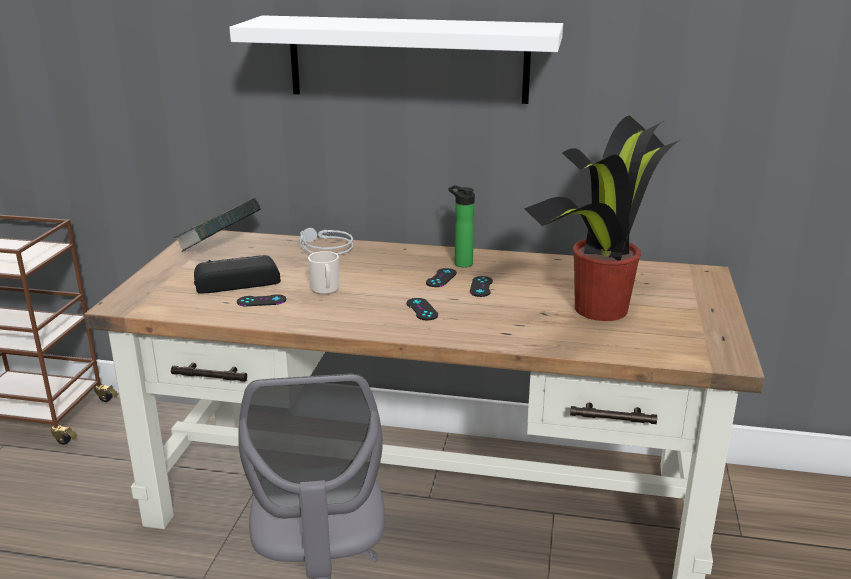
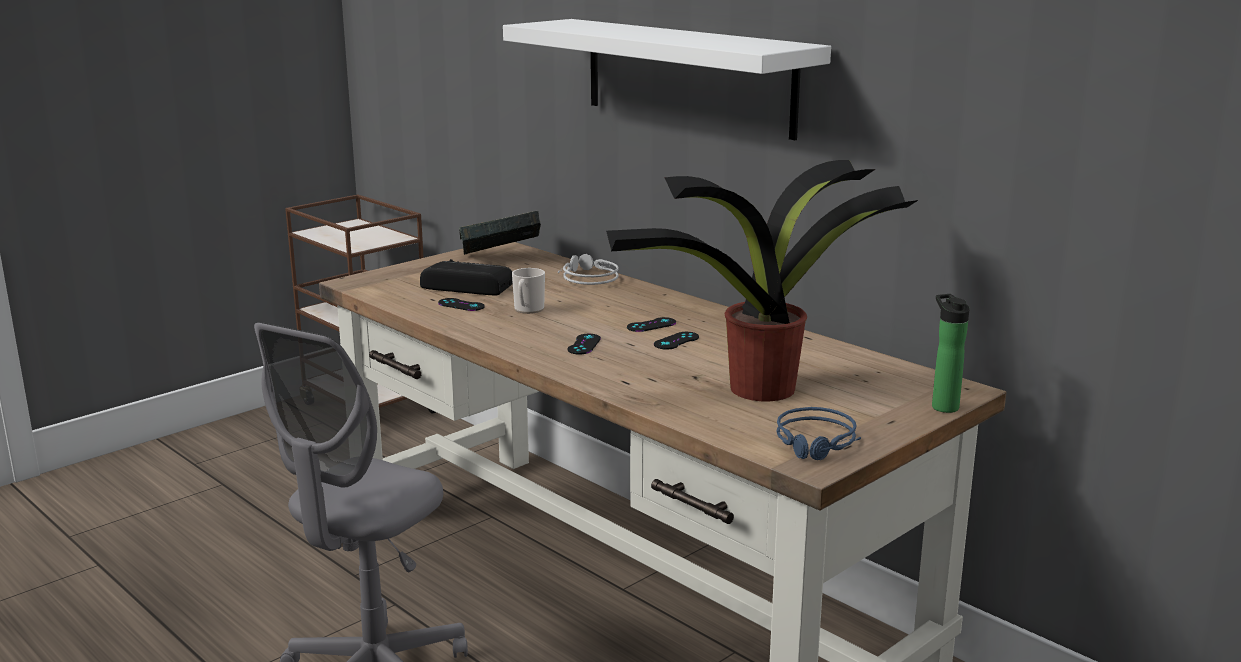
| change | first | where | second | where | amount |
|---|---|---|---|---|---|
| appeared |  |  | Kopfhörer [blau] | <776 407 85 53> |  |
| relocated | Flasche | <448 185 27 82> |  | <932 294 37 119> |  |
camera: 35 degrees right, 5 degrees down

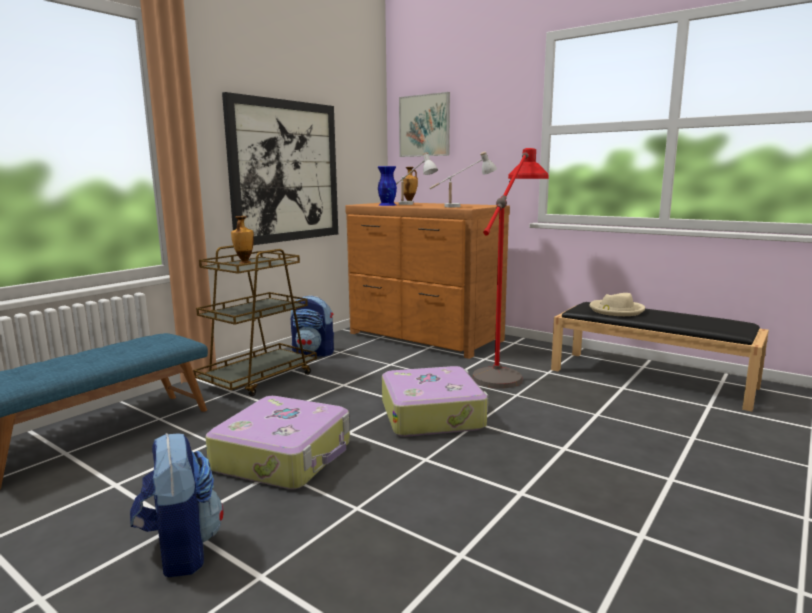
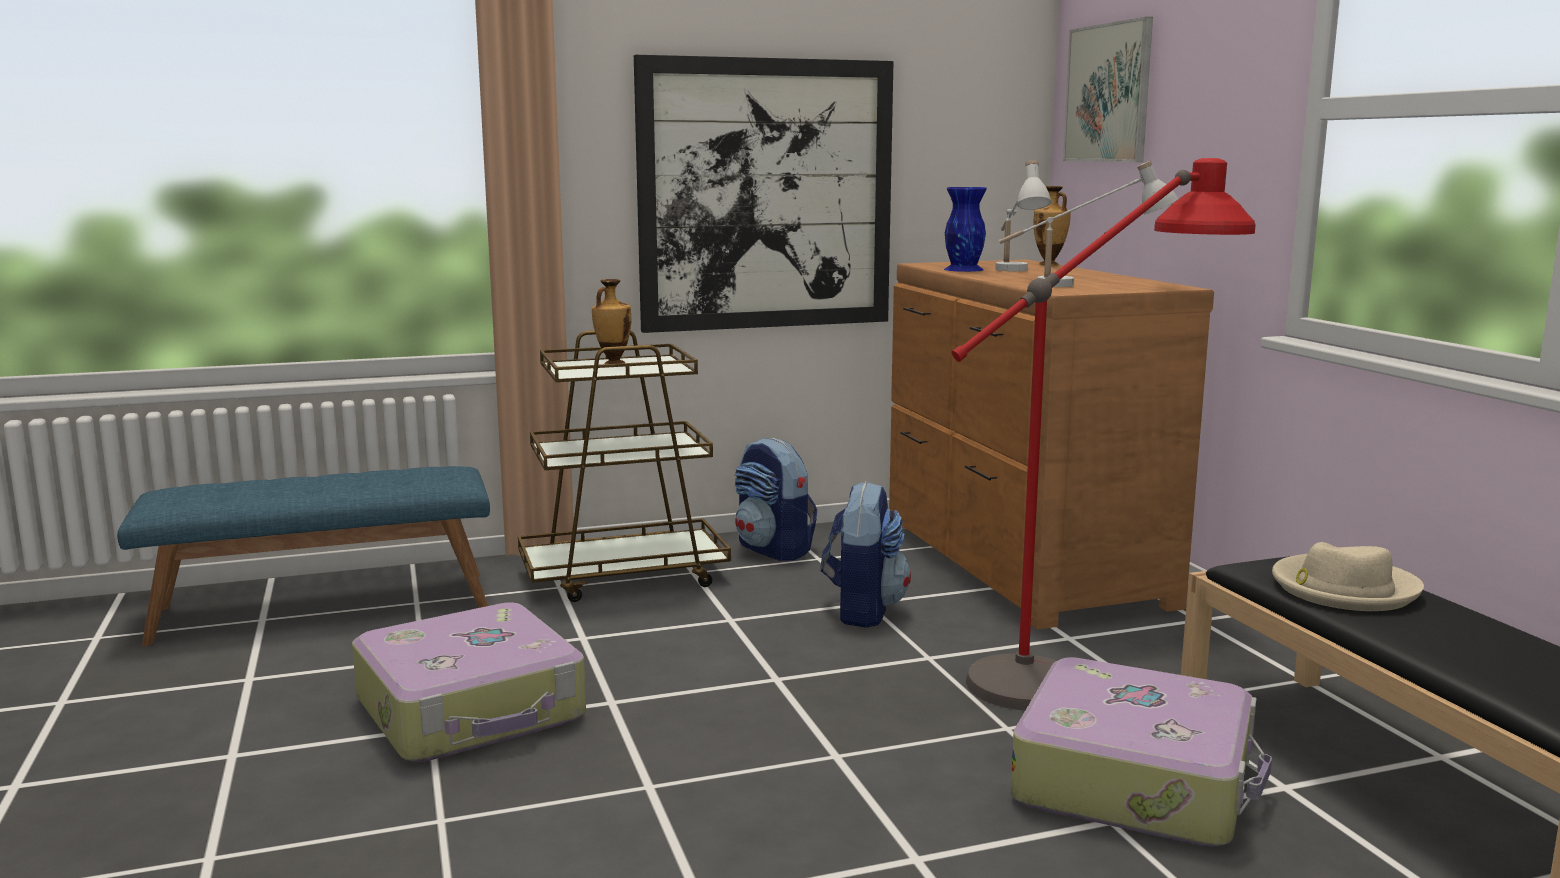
| change | first | where | second | where | amount |
|---|---|---|---|---|---|
| relocated | Rucksack | <130 433 94 144> |  | <821 481 90 147> |  |
| relocated | Koffer | <382 366 106 71> |  | <1011 657 261 190> |  |
camera: 35 degrees right, 0 degrees up

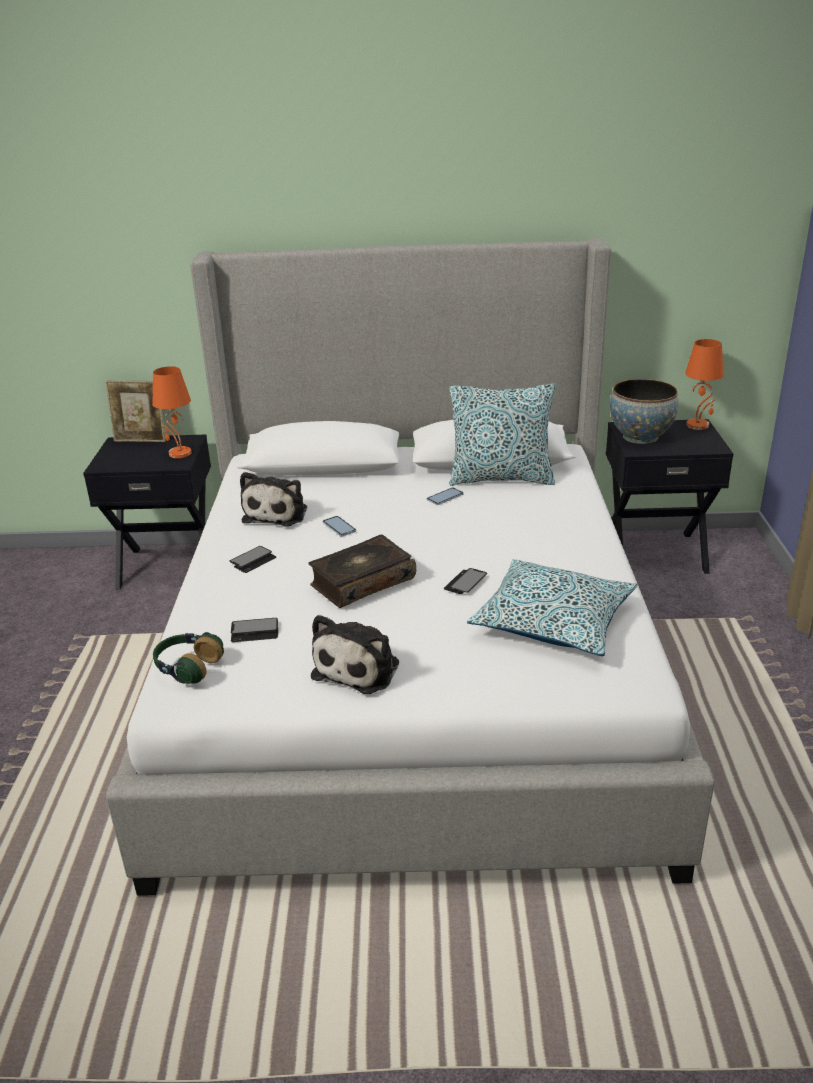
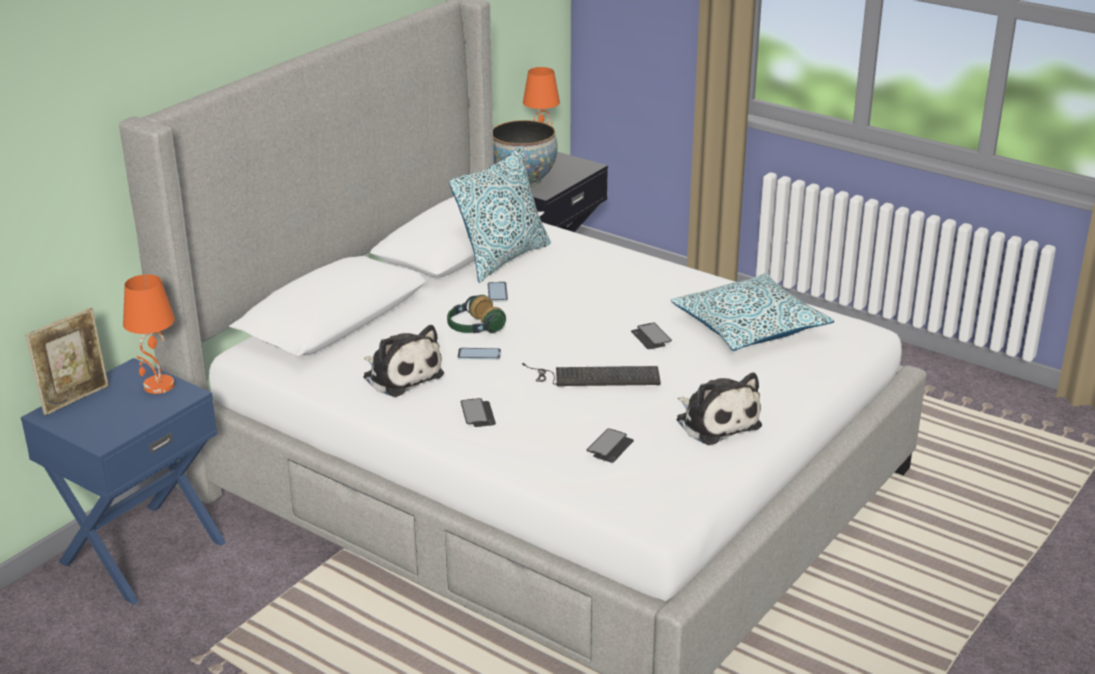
| change | first | where | second | where | amount |
|---|---|---|---|---|---|
| colour | Nachttisch [schwarz] | <83 435 128 155> | Nachttisch [blau] | <21 358 205 247> |  |
| relocated | Kopfhörer | <153 632 71 52> |  | <447 295 59 38> |  |
| exchanged | Buch | <308 535 108 73> | Tastatur | <522 363 139 23> |  |
camera: 55 degrees left, 0 degrees up

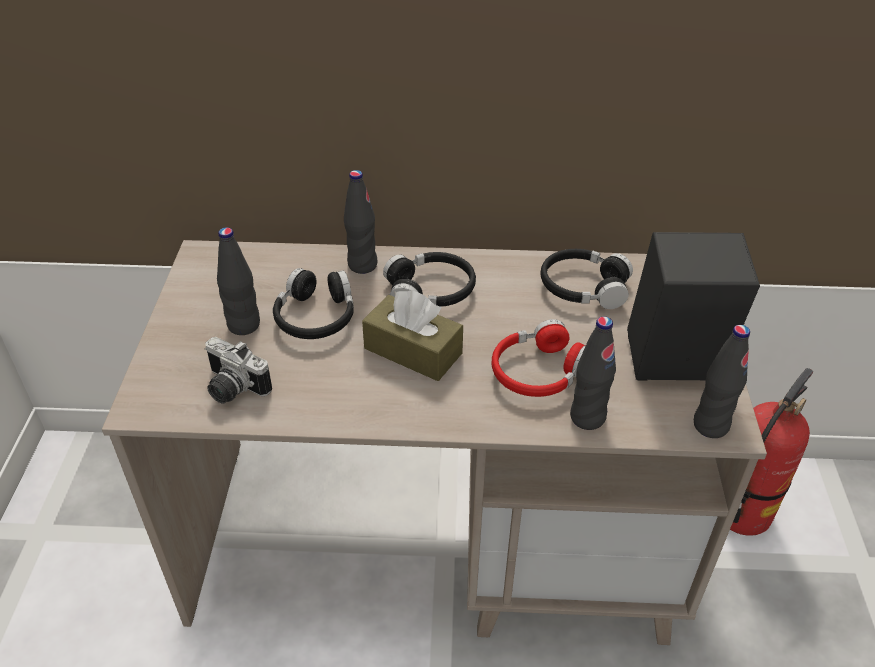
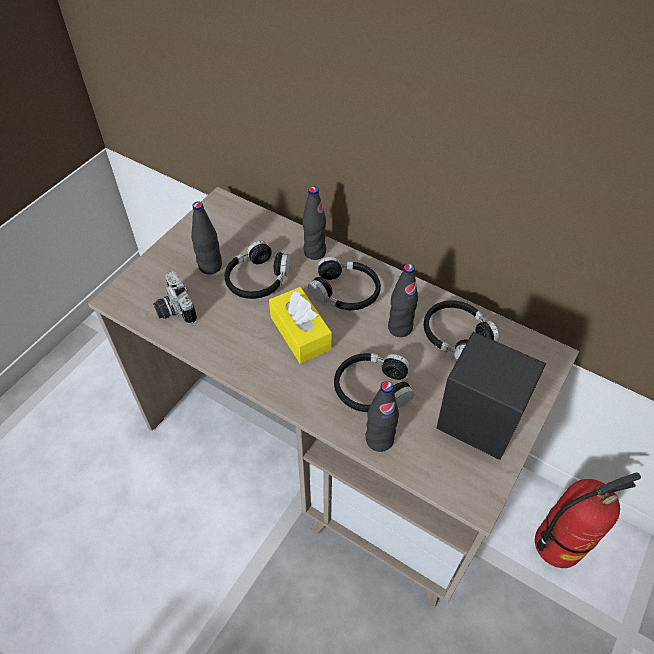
| change | first | where | second | where | amount |
|---|---|---|---|---|---|
| colour | Taschentuchbox [braun] | <362 290 101 91> | Taschentuchbox [gelb] | <269 287 63 77> |  |
| colour | Kopfhörer [rot] | <492 319 93 78> | Kopfhörer [schwarz] | <334 353 80 59> |  |
| relocated | Flasche [schwarz] | <694 325 56 113> |  | <388 264 30 73> |  |
camera: 30 degrees right, 10 degrees up

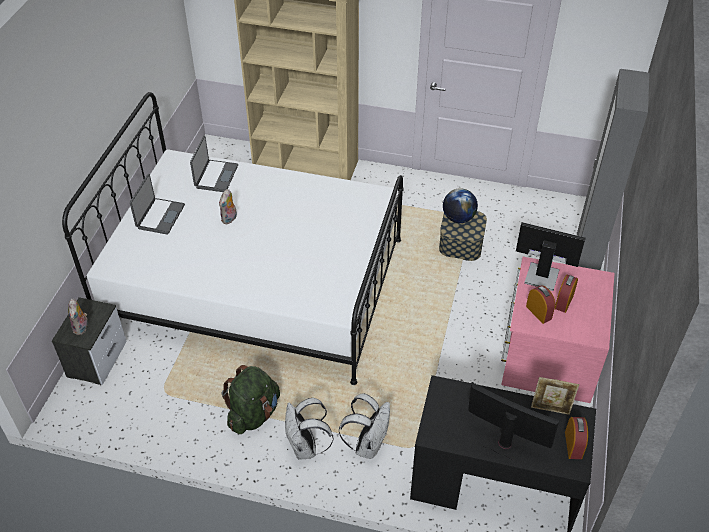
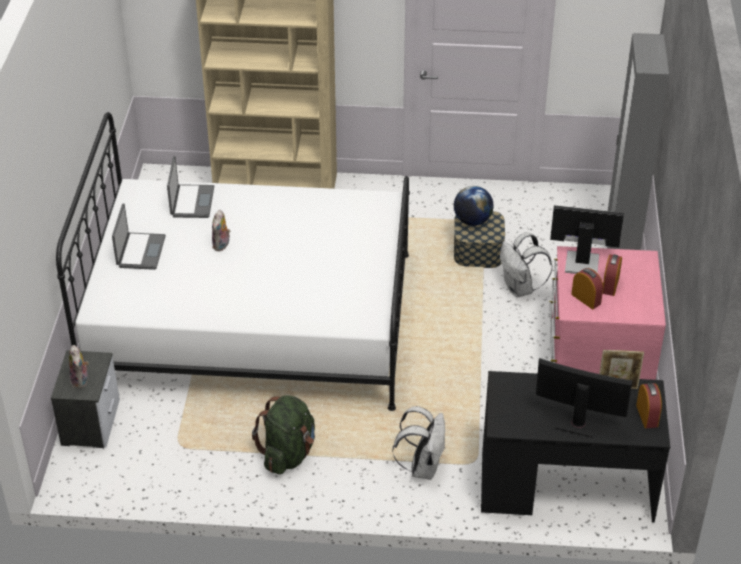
| change | first | where | second | where | amount |
|---|---|---|---|---|---|
| relocated | Rucksack [weiß] | <285 398 49 62> |  | <500 232 53 65> |  |
camera: 10 degrees left, 5 degrees down

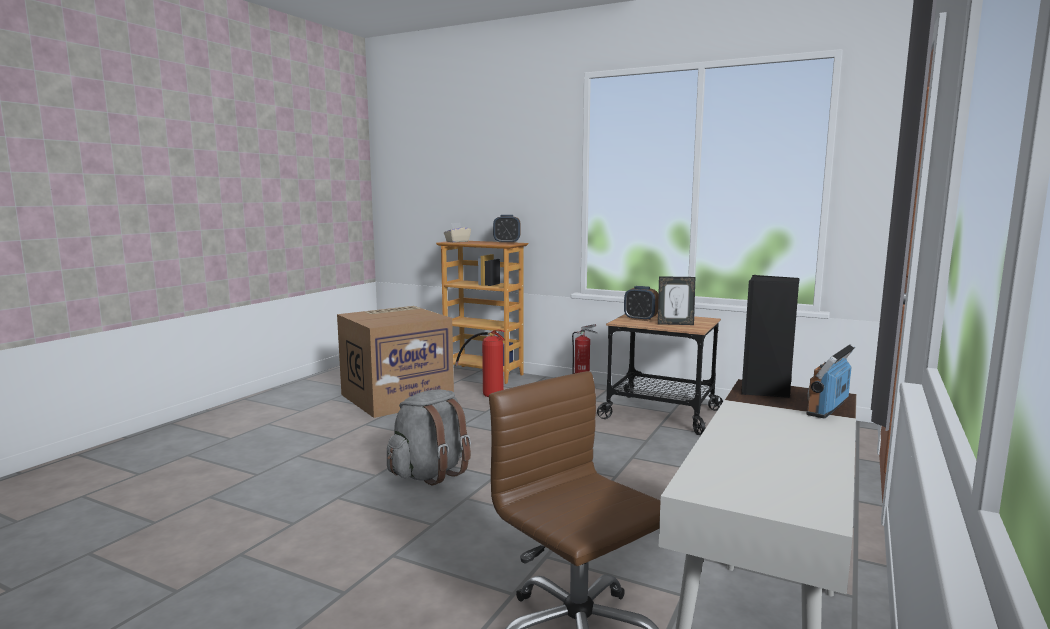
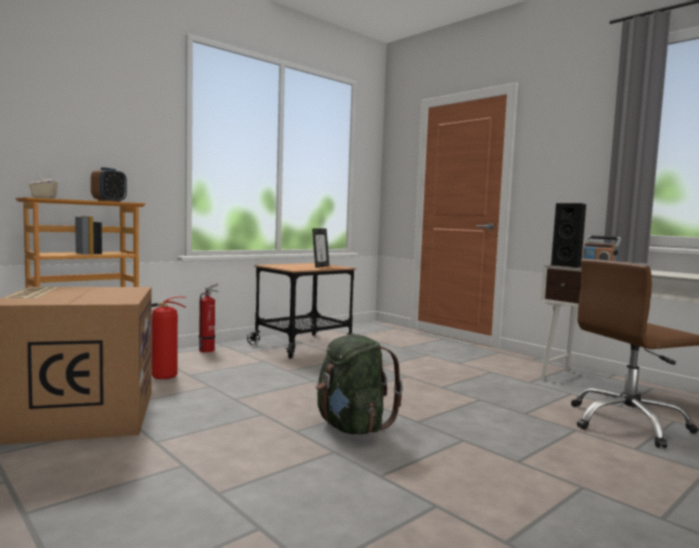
| change | first | where | second | where | amount |
|---|---|---|---|---|---|
| colour | Rucksack [grau] | <387 389 84 96> | Rucksack [grün] | <316 334 87 101> |  |
| missing | Wecker | <624 286 34 35> |  |  |  |
camera: 70 degrees left, 5 degrees down

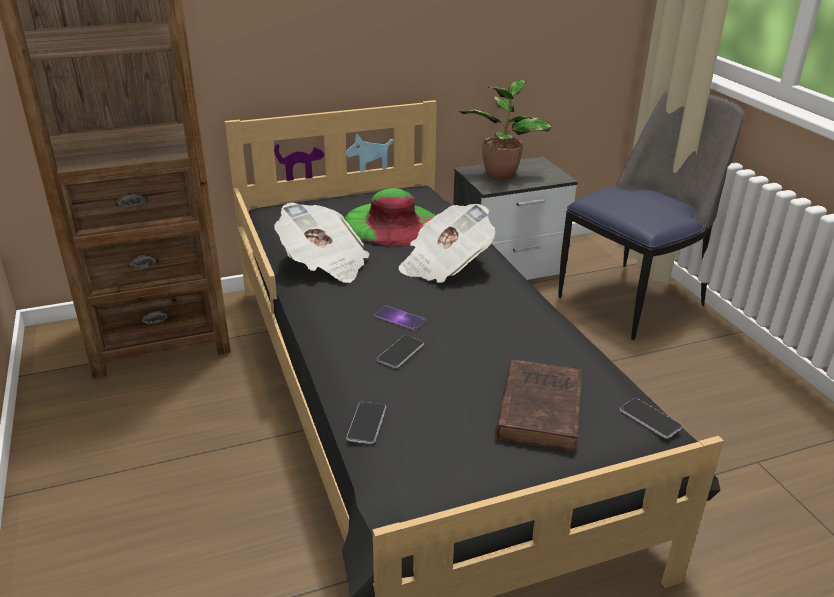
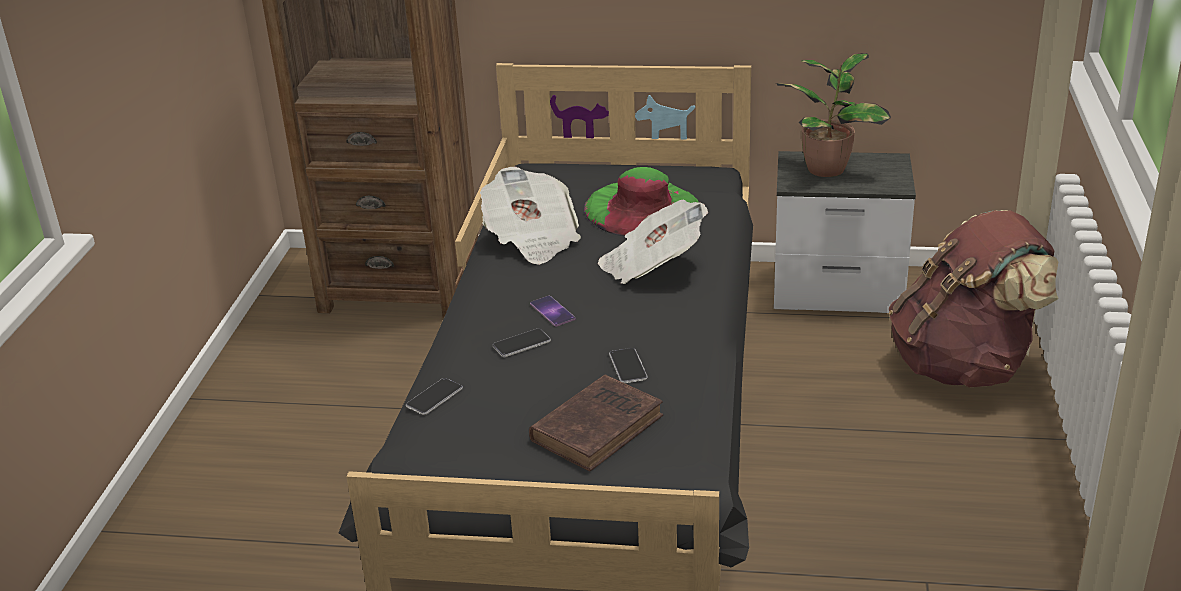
| change | first | where | second | where | amount |
|---|---|---|---|---|---|
| relocated | Handy | <619 398 63 41> |  | <609 348 39 35> |  |
| exchanged | Stuhl | <558 90 186 250> | Rucksack [braun] | <889 210 169 177> |  |
camera: 30 degrees right, 0 degrees up

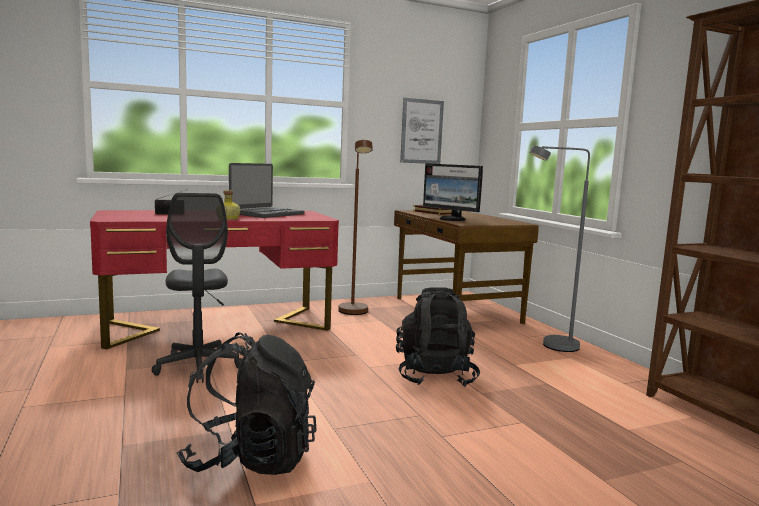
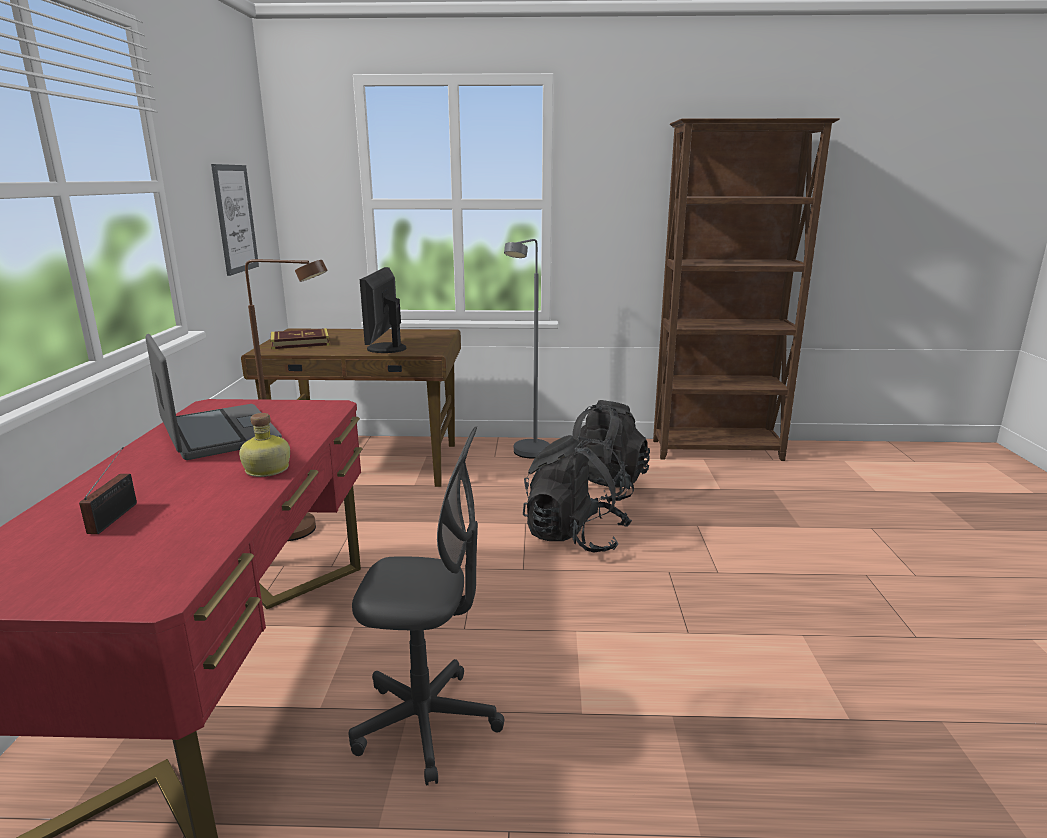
| change | first | where | second | where | amount |
|---|---|---|---|---|---|
| spun | Monitor | <423 163 60 58> |  | <360 267 46 86> | 120 degrees clockwise |
| relocated | Rucksack [schwarz] | <177 333 140 142> |  | <572 400 78 103> |  |
camera: 65 degrees left, 10 degrees up

